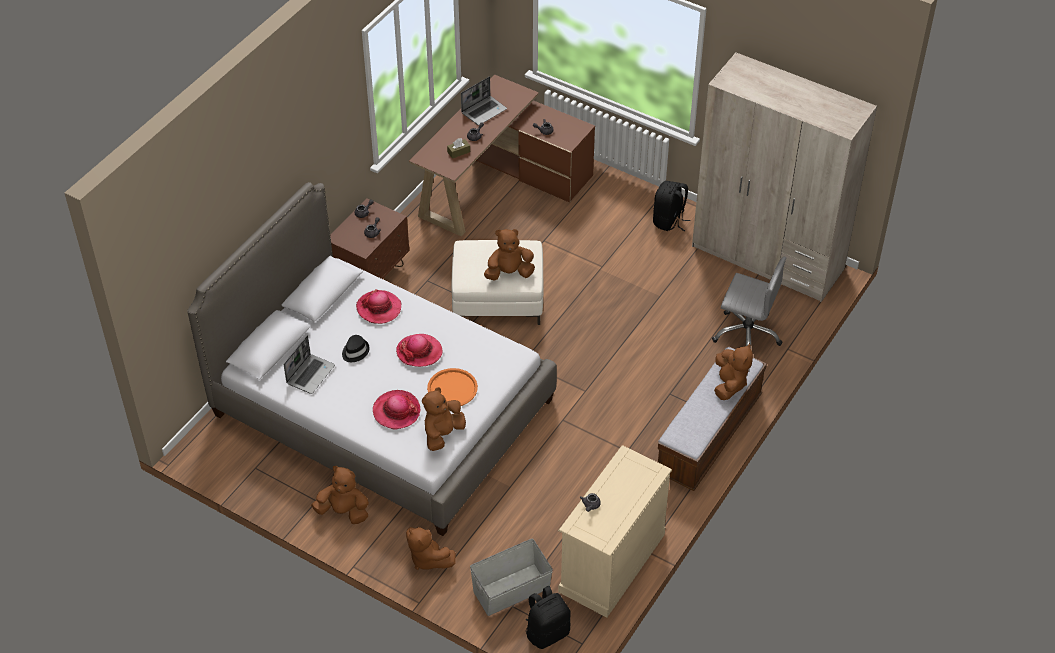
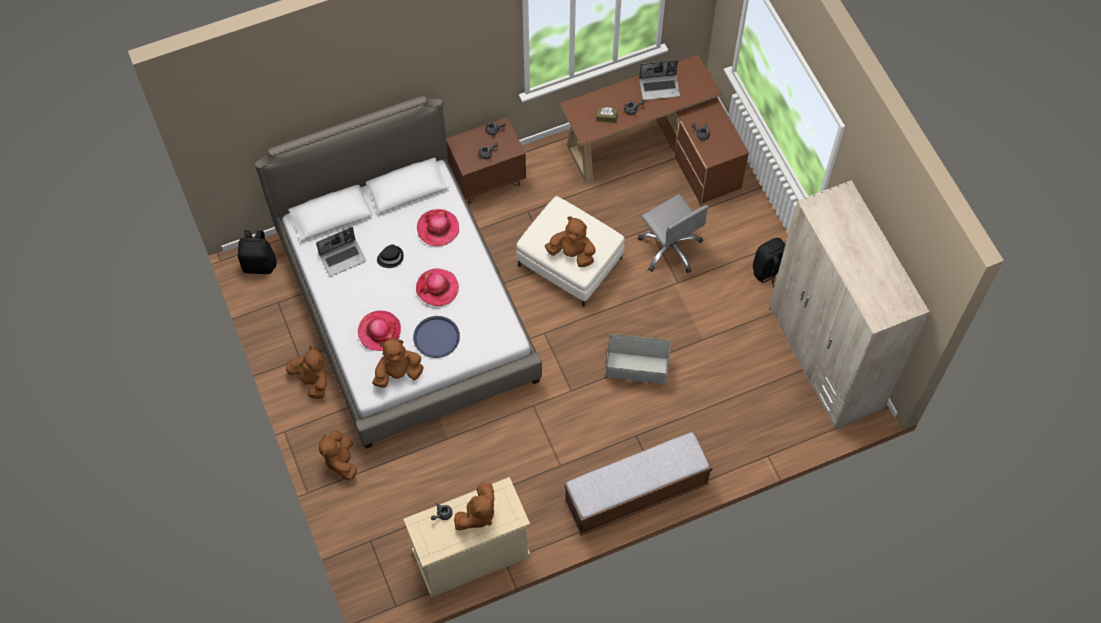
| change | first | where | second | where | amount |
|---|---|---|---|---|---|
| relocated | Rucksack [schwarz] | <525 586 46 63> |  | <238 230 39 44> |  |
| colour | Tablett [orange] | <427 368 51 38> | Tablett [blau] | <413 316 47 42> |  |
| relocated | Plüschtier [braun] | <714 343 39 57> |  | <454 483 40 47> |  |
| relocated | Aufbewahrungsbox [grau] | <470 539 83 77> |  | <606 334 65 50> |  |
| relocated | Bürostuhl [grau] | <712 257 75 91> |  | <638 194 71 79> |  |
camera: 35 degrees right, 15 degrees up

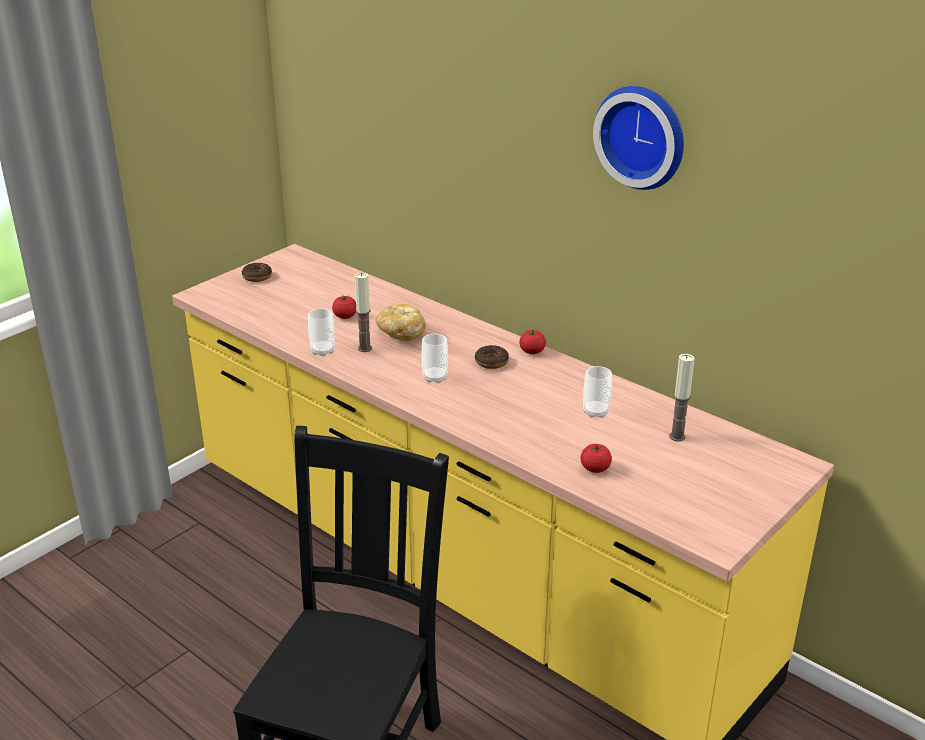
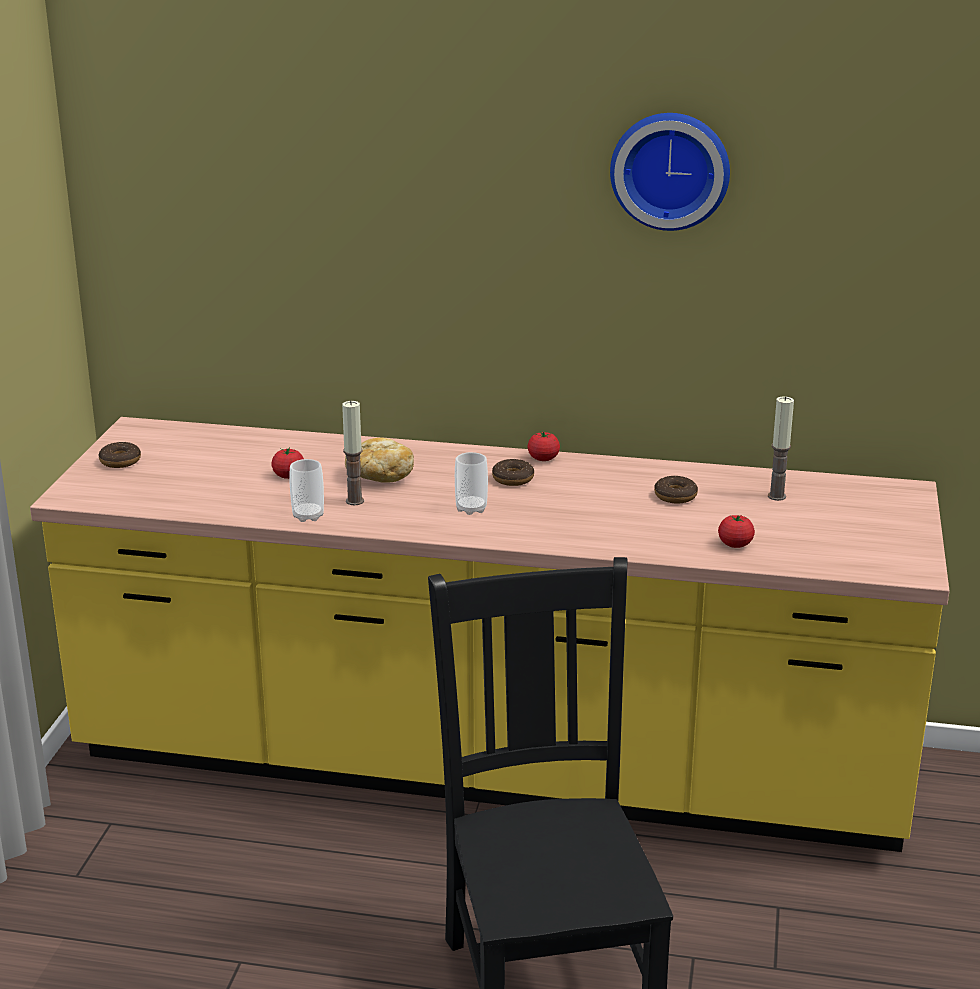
| change | first | where | second | where | amount |
|---|---|---|---|---|---|
| exchanged | Tasse | <583 366 29 52> | Donut | <654 475 44 28> |  |
camera: 30 degrees left, 5 degrees down

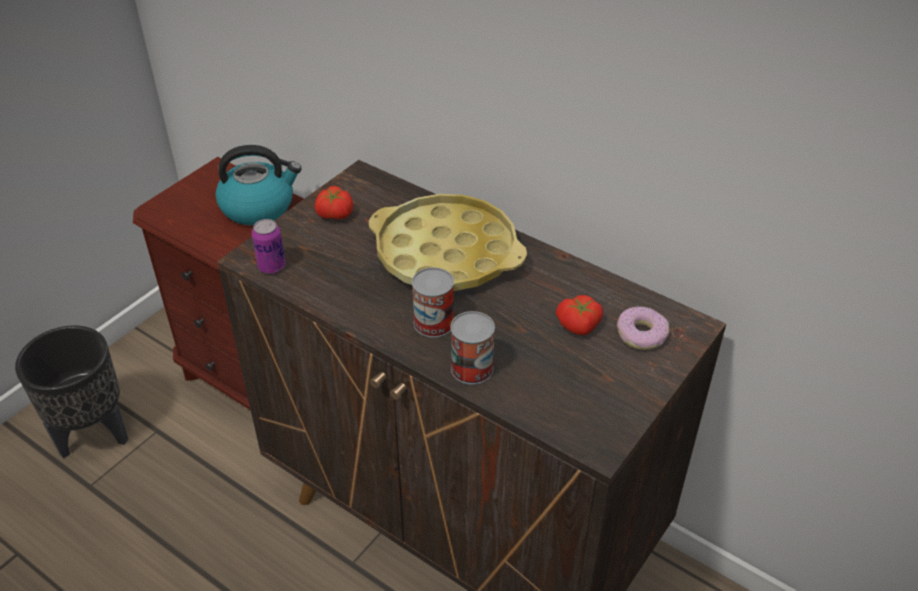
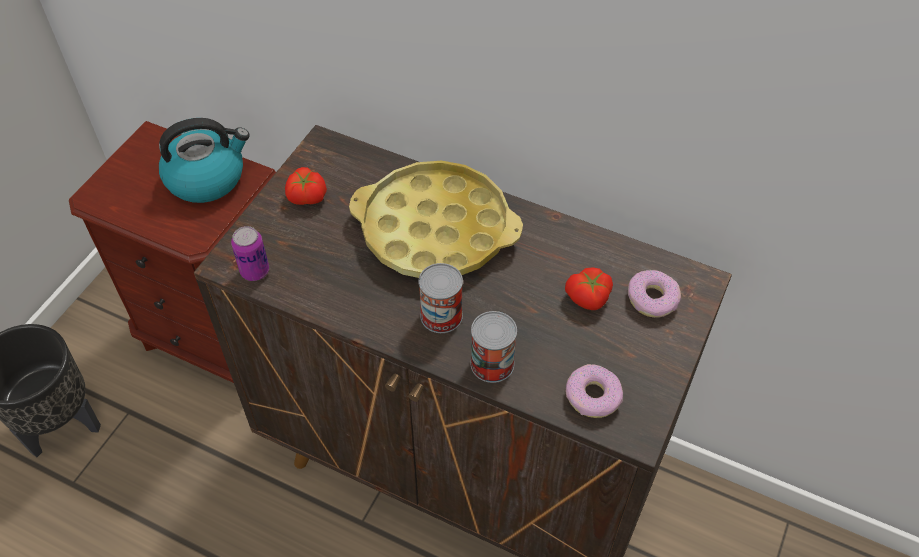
| change | first | where | second | where | amount |
|---|---|---|---|---|---|
| appeared |  |  | Donut | <566 364 57 54> |  |
camera: 10 degrees left, 10 degrees up

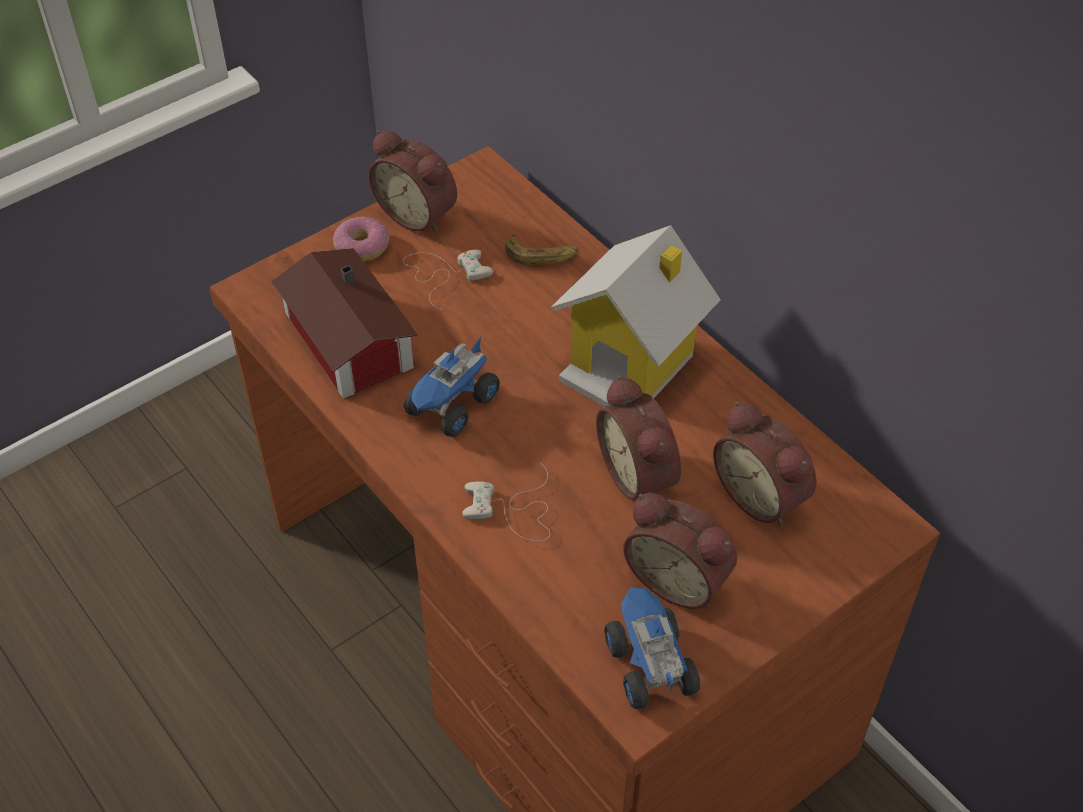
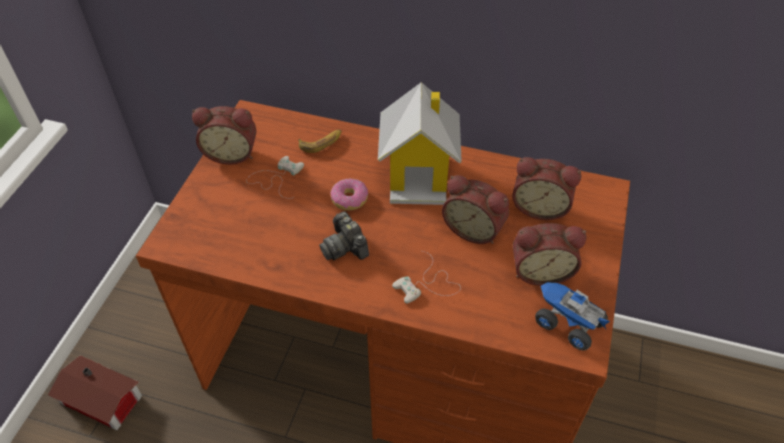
| change | first | where | second | where | amount |
|---|---|---|---|---|---|
| relocated | Spielzeughaus | <272 248 146 151> |  | <48 356 94 74> |  |
| exchanged | Spielzeuglaster | <403 337 97 100> | Kamera | <319 211 50 49> |  |
| relocated | Donut | <332 216 57 46> |  | <330 179 38 32> |  |
camera: 35 degrees left, 0 degrees up

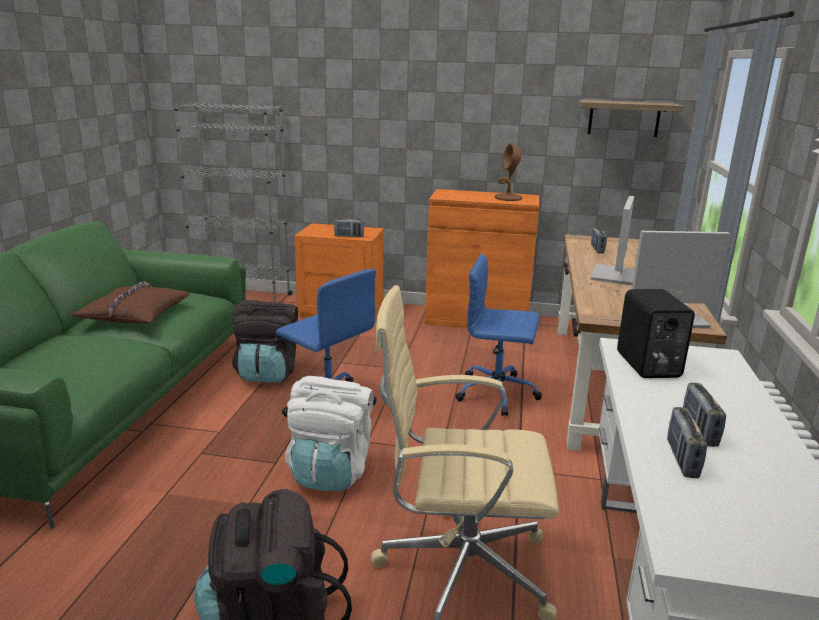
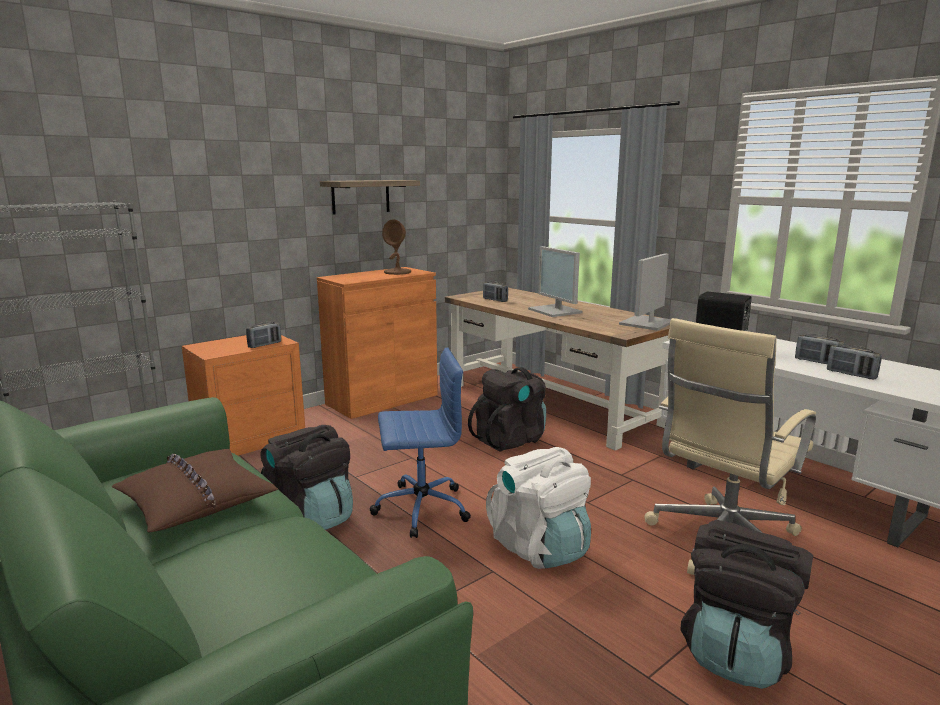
| change | first | where | second | where | amount |
|---|---|---|---|---|---|
| relocated | Wandregal | <578 100 106 37> |  | <320 180 100 35> |  |
| exchanged | Bürostuhl [blau] | <456 254 86 162> | Rucksack [schwarz] | <468 367 78 85> |  |
camera: 50 degrees left, 5 degrees down

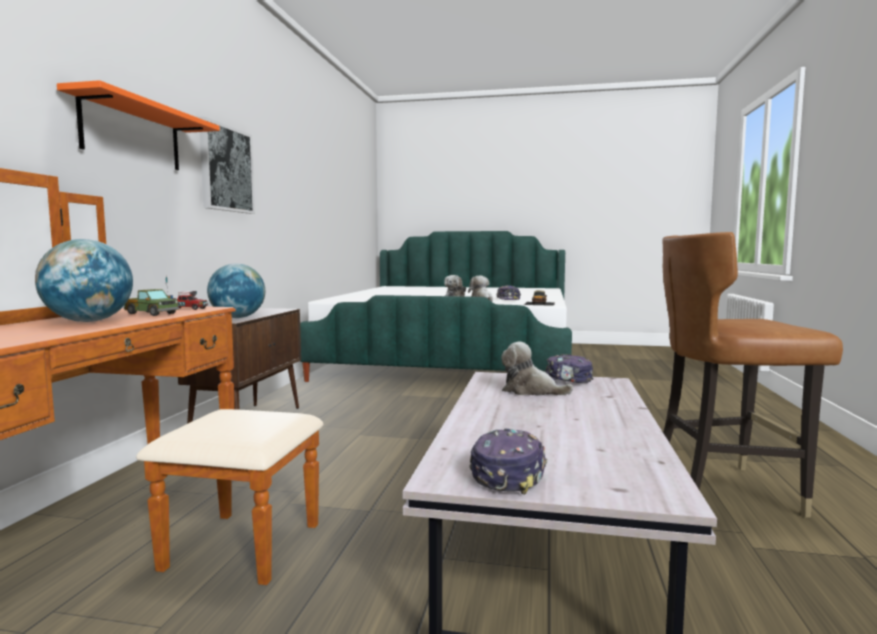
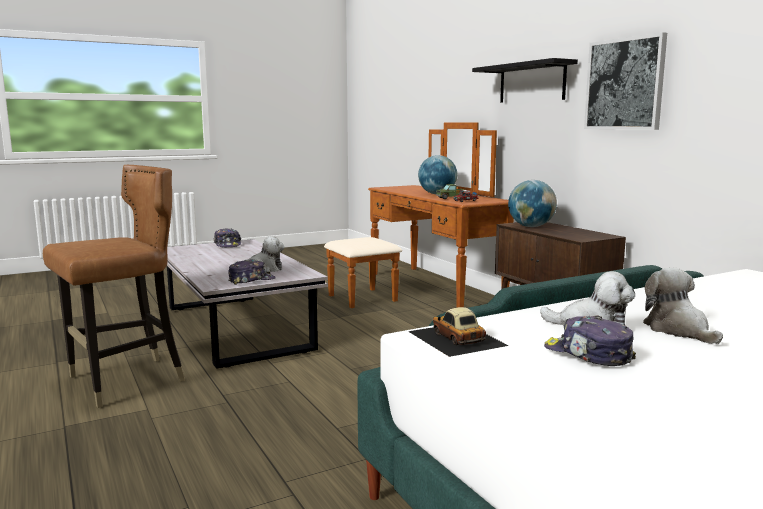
| change | first | where | second | where | amount |
|---|---|---|---|---|---|
| colour | Wandregal [orange] | <57 80 163 90> | Wandregal [schwarz] | <472 58 106 45> |  |
camera: 140 degrees right, 5 degrees up

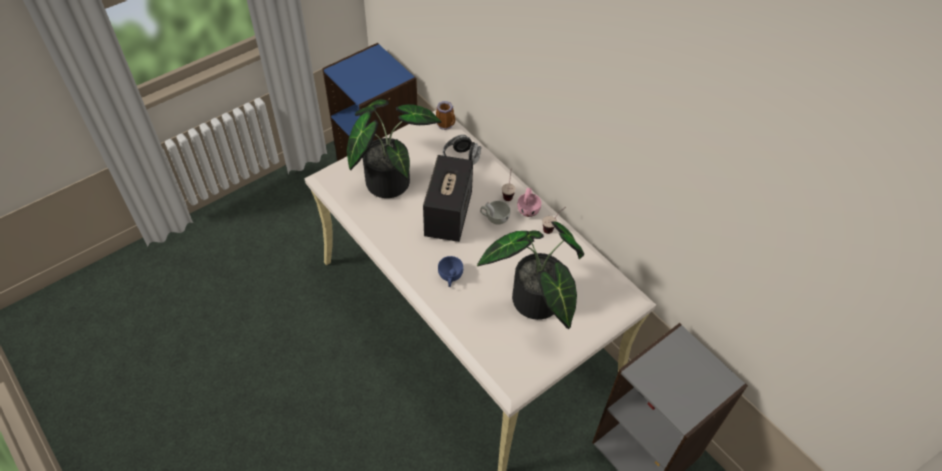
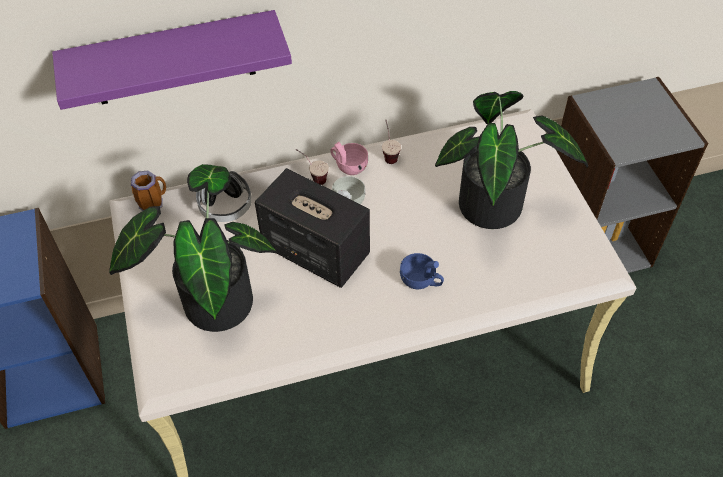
| change | first | where | second | where | amount |
|---|---|---|---|---|---|
| appeared |  |  | Wandregal [lila] | <52 10 240 100> |  |
camera: 65 degrees left, 0 degrees up

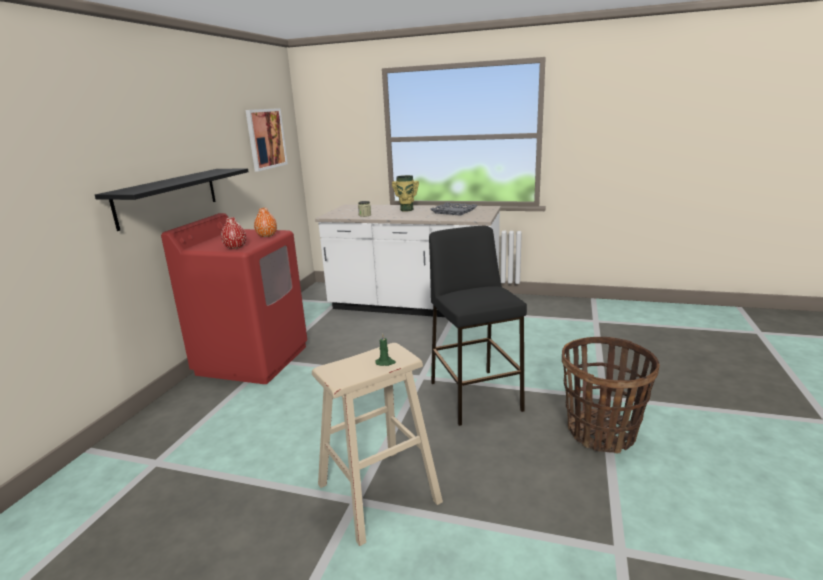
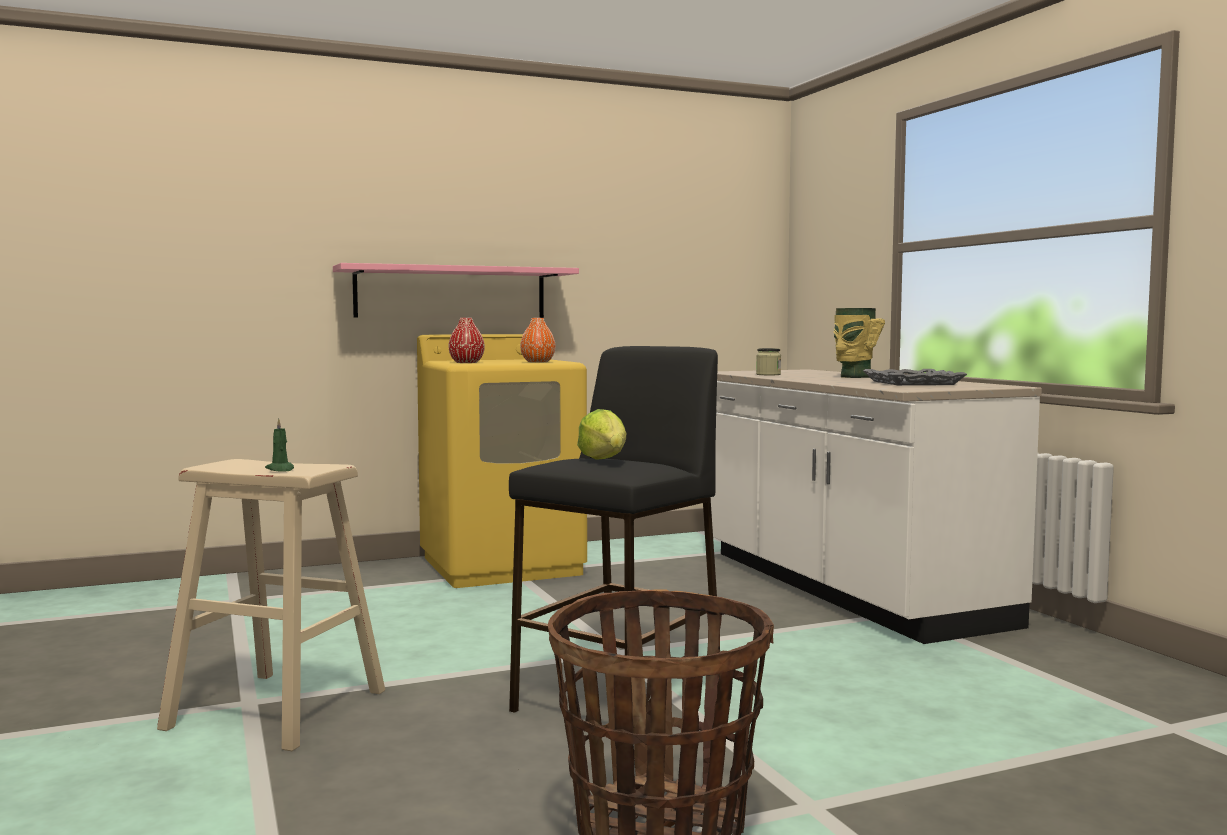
| change | first | where | second | where | amount |
|---|---|---|---|---|---|
| colour | Wandregal [schwarz] | <95 168 153 63> | Wandregal [rosa] | <333 263 246 55> |  |
| colour | Waschmaschine [rot] | <161 213 146 171> | Waschmaschine [gelb] | <417 334 170 254> |  |
| appeared |  |  | Salatkopf | <577 409 49 51> |  |
| missing | Bild | <246 108 42 63> |  |  |  |
camera: 50 degrees right, 15 degrees down

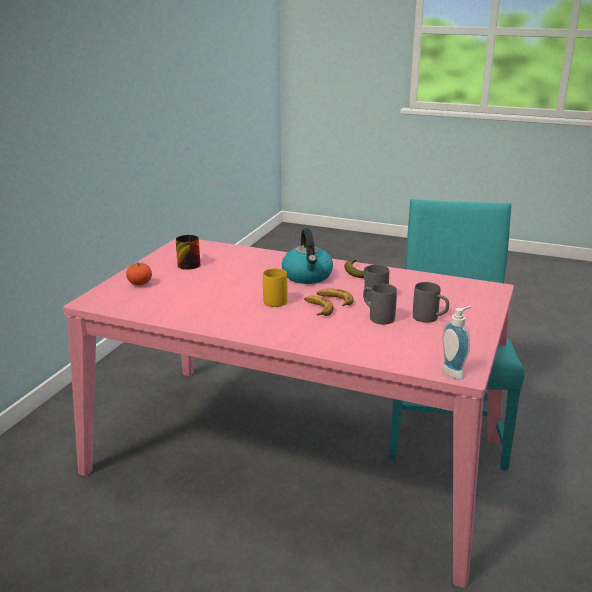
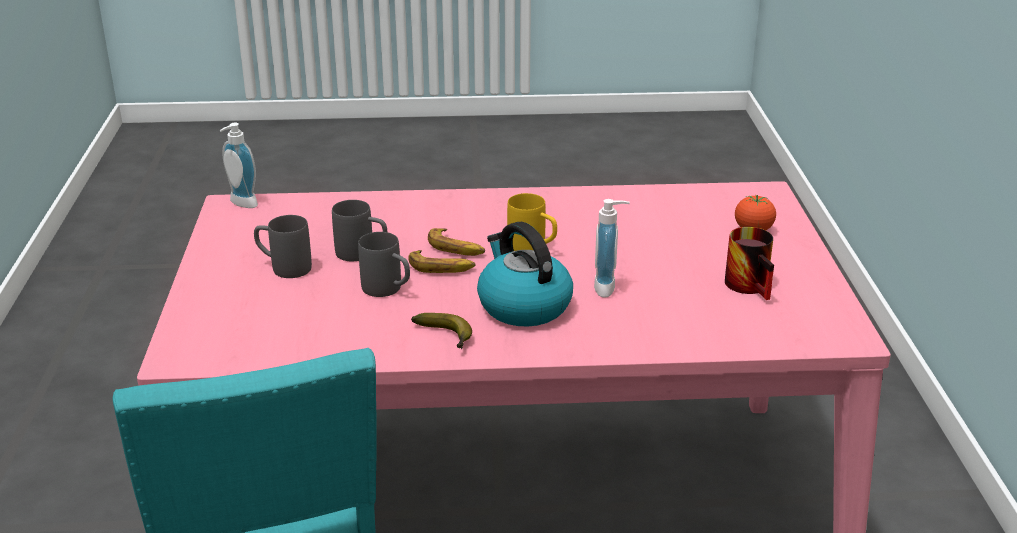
| change | first | where | second | where | amount |
|---|---|---|---|---|---|
| appeared |  |  | Seifenspender | <594 199 36 99> |  |
camera: 155 degrees right, 5 degrees up

